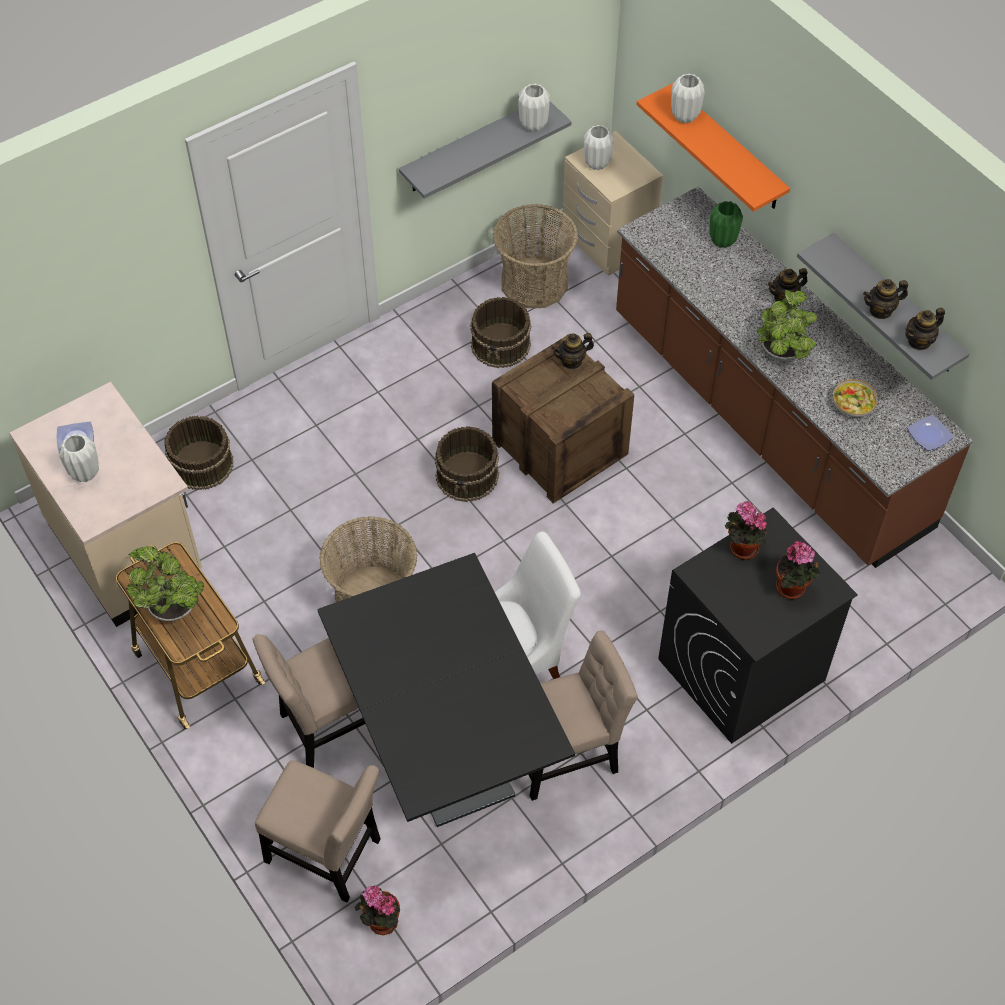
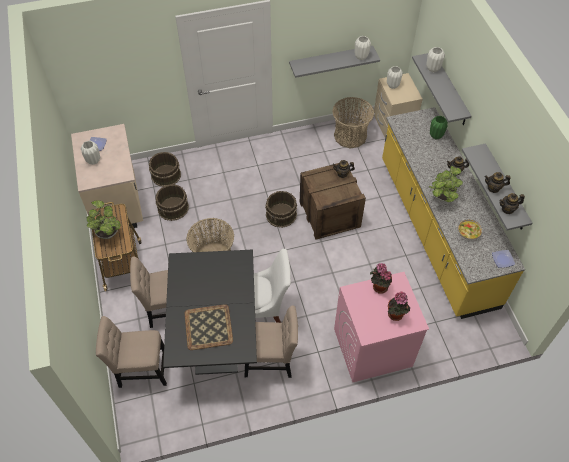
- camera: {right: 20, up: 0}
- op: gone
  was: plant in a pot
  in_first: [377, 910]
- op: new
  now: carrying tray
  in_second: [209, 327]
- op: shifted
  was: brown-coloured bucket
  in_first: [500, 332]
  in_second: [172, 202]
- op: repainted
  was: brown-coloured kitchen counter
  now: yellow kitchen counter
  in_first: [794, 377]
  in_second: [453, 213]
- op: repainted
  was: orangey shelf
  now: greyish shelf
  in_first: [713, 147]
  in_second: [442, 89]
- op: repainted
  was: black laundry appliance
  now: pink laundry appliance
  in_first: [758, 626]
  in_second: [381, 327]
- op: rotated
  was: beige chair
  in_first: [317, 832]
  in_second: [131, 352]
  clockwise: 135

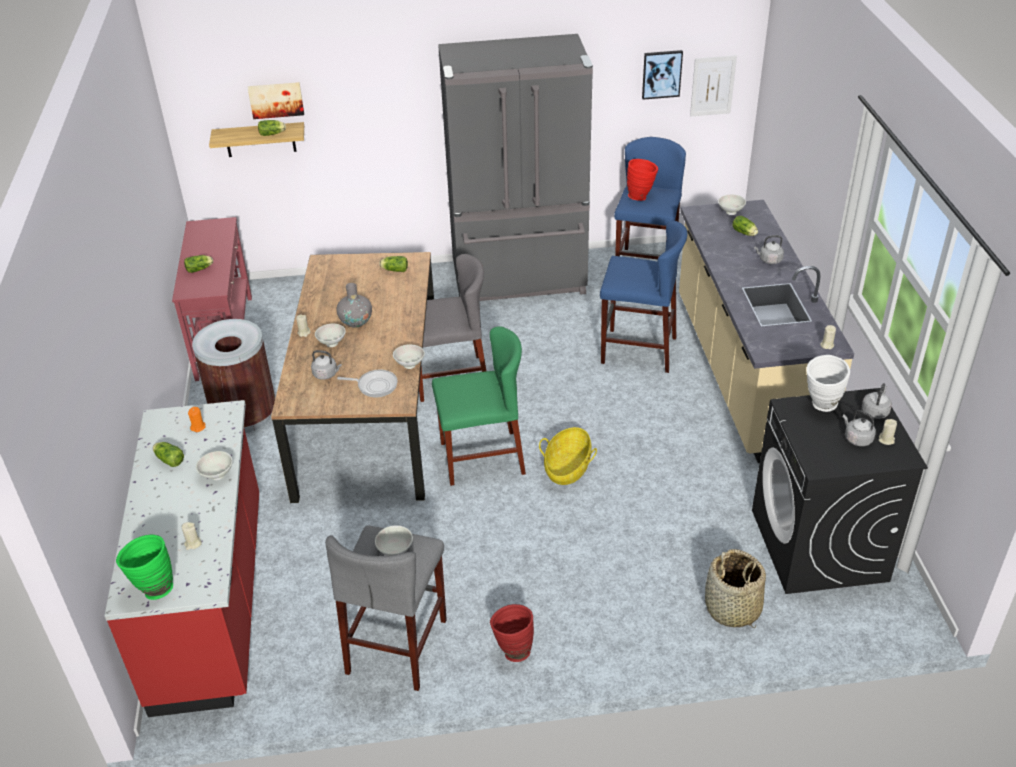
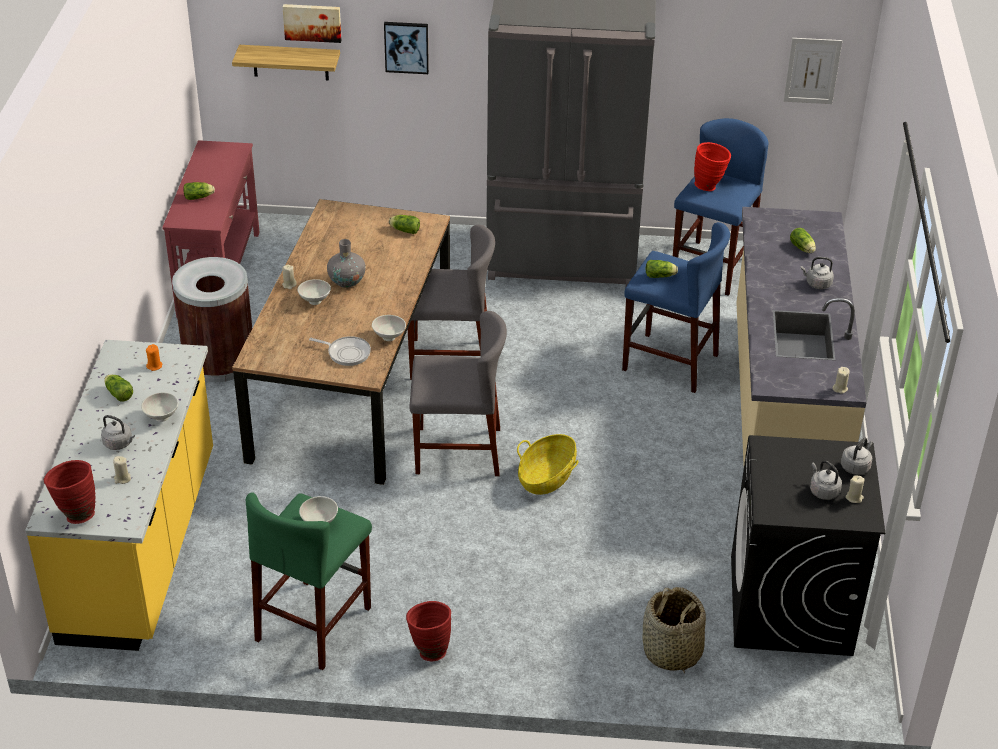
- camera: {right: 10, up: 0}
- op: gone
  was: white deep dish
  in_first: [732, 205]
- op: gone
  was: white vase
  in_first: [828, 383]
- op: shifted
  was: lettuce
  in_first: [272, 128]
  in_second: [661, 269]
- op: shifted
  was: greyish kettle
  in_first: [326, 365]
  in_second: [118, 432]
- op: shifted
  was: wall art
  in_first: [662, 75]
  in_second: [406, 48]
- op: repainted
  was: red-coloured kitchen counter
  now: yellow kitchen counter
  in_first: [181, 558]
  in_second: [119, 495]
- op: repainted
  was: greenish vase
  now: red-coloured vase
  in_first: [144, 567]
  in_second: [70, 492]
- op: repainted
  was: greyish sitting stool
  now: greenish sitting stool
  in_first: [386, 608]
  in_second: [309, 581]
- op: repainted
  was: greenish chair
  now: greyish chair
  in_first: [479, 406]
  in_second: [458, 393]

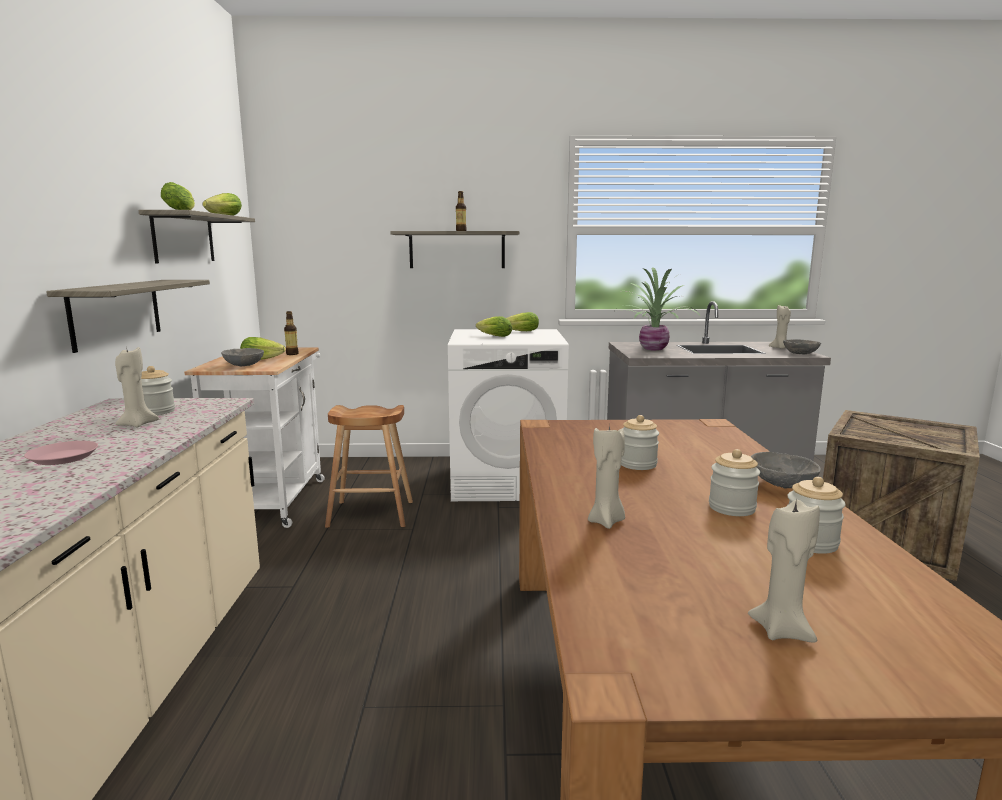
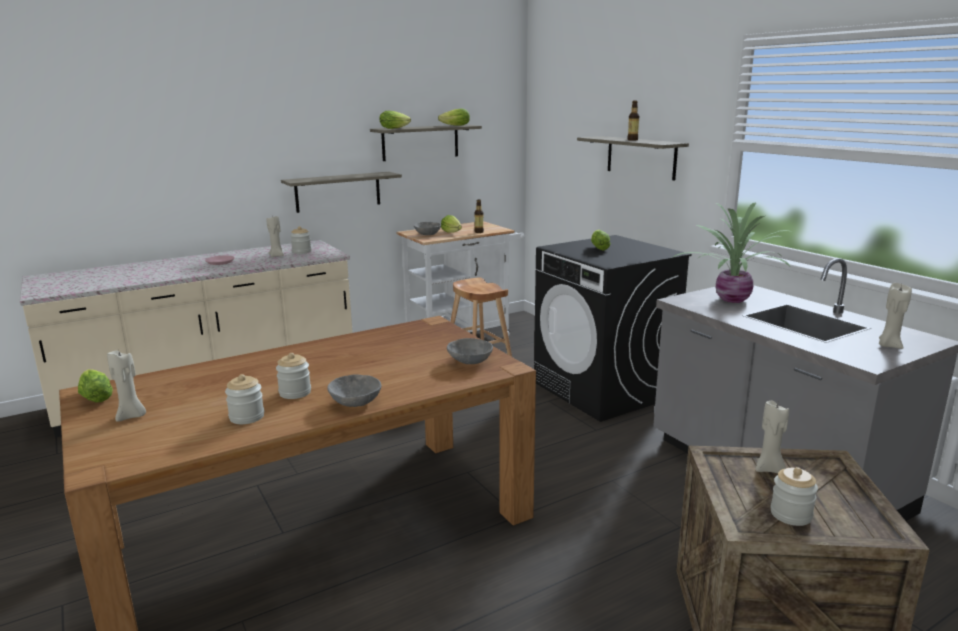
- camera: {right: 60, up: 5}
- op: shifted
  was: lettuce
  in_first: [522, 321]
  in_second: [95, 386]
- op: shifted
  was: beige candle
  in_first: [606, 476]
  in_second: [772, 437]
- op: shifted
  was: preserve jar
  in_first: [640, 442]
  in_second: [794, 496]
- op: shifted
  was: greyish deep dish
  in_first: [802, 346]
  in_second: [470, 351]
- op: repainted
  was: white laundry appliance
  now: black laundry appliance
  in_first: [508, 415]
  in_second: [613, 328]

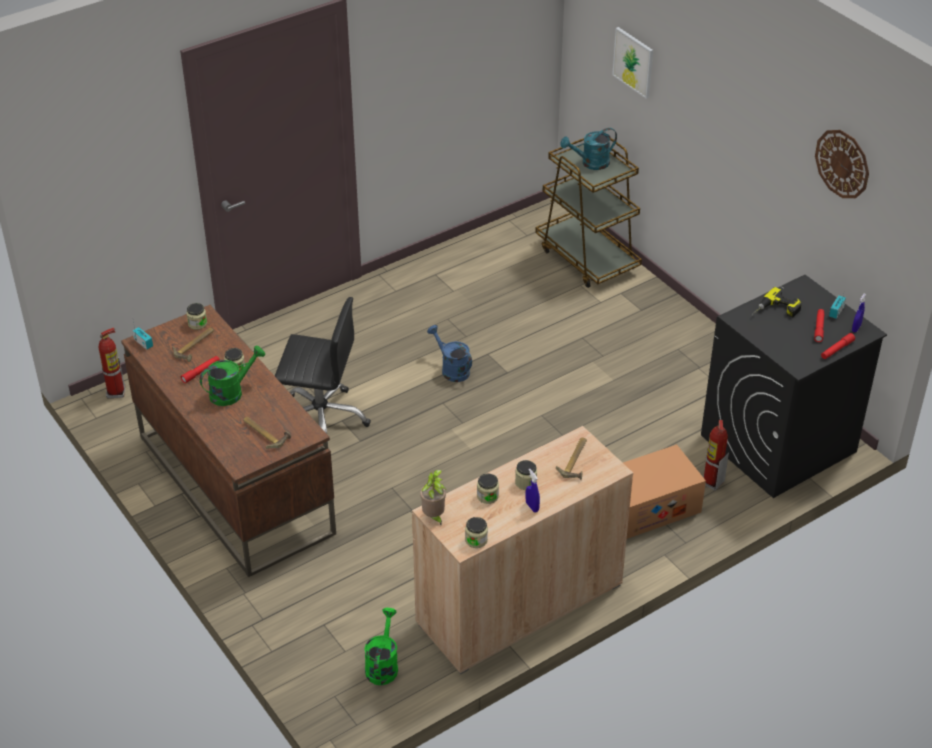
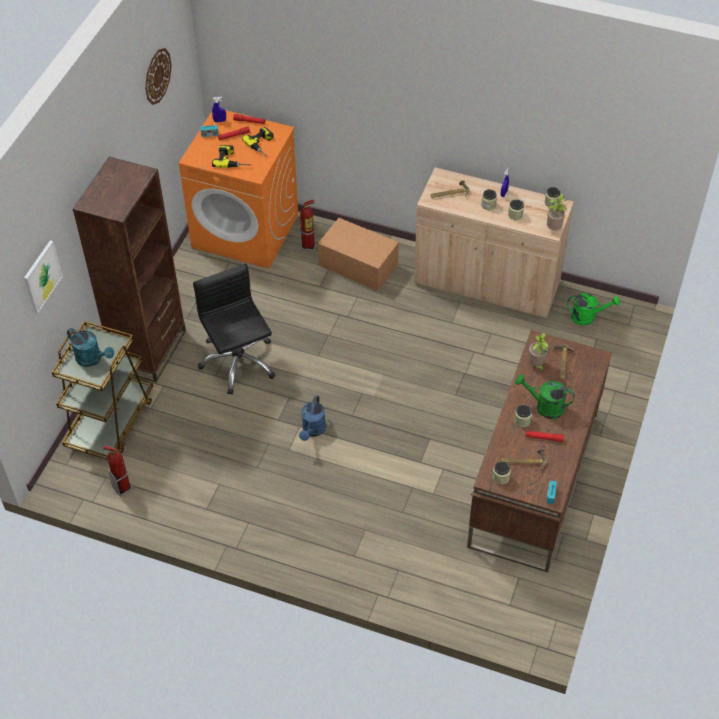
- camera: {right: -125, up: 10}
- op: new
  now: brown-coloured bookcase
  in_second: [129, 269]
- op: new
  now: power drill
  in_second: [258, 142]
- op: new
  now: plant in a pot
  in_second: [538, 352]
- op: shifted
  was: extinguisher
  in_first: [112, 363]
  in_second: [118, 471]
- op: shifted
  was: black office chair
  in_first: [323, 365]
  in_second: [234, 329]
- op: repainted
  was: black laundry appliance
  now: orangey laundry appliance
  in_first: [794, 386]
  in_second: [238, 189]
- op: rotated
  was: greenish watering can
  in_first: [381, 646]
  in_second: [594, 309]
  clockwise: -150

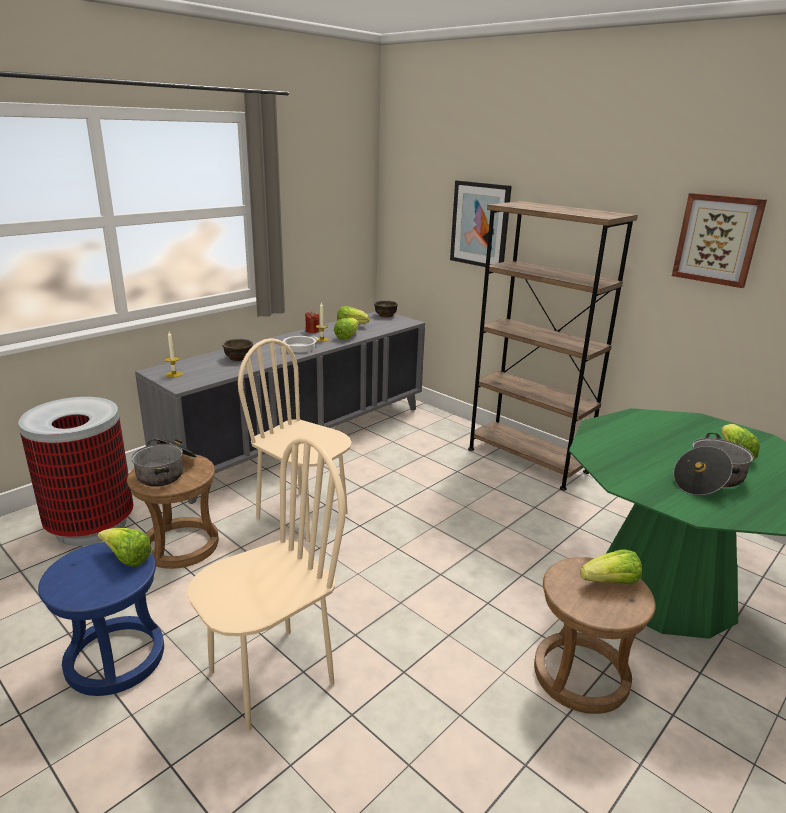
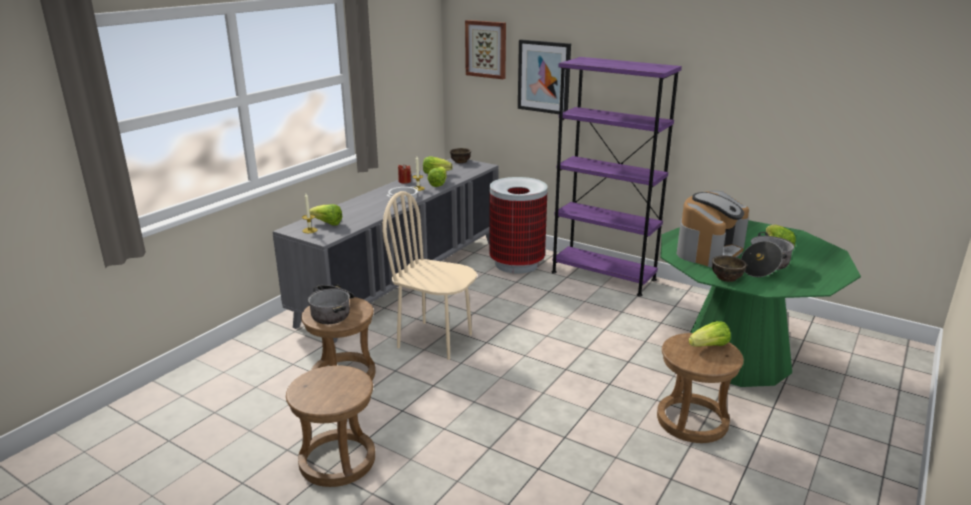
- camera: {right: -10, up: 0}
- op: gone
  was: beige chair
  in_first: [266, 584]
- op: new
  now: coffee brewer
  in_second: [713, 229]
- op: shifted
  was: trash can
  in_first: [76, 471]
  in_second: [518, 225]
- op: shifted
  was: lettuce
  in_first: [125, 547]
  in_second: [325, 215]
- op: shifted
  was: brown-coloured deep dish
  in_first: [237, 350]
  in_second: [729, 268]
- op: shifted
  was: wall art
  in_first: [719, 240]
  in_second: [485, 49]
- op: repainted
  was: blue-coloured sitting stool
  now: brown-coloured sitting stool
  in_first: [101, 619]
  in_second: [330, 426]
- op: repainted
  was: brown-coloured bookcase
  now: purple-coloured bookcase
  in_first: [553, 346]
  in_second: [616, 176]

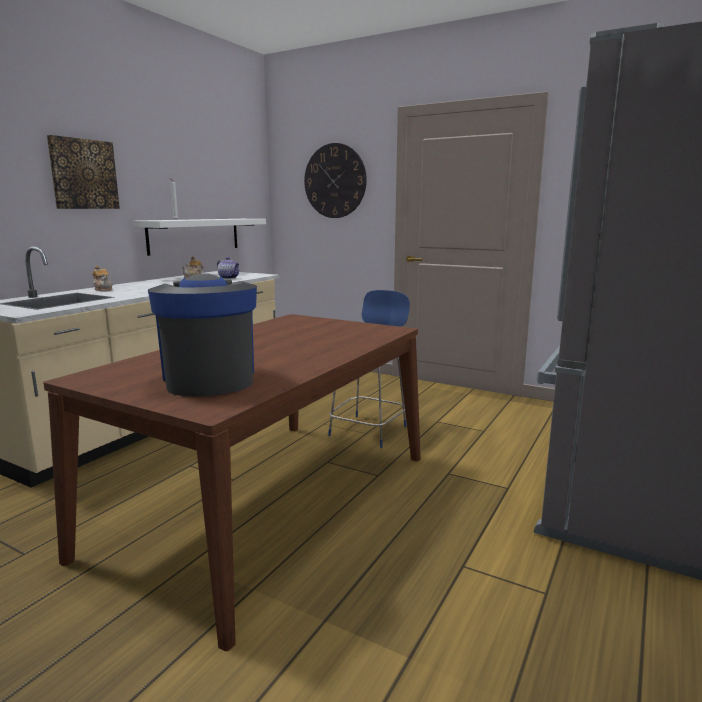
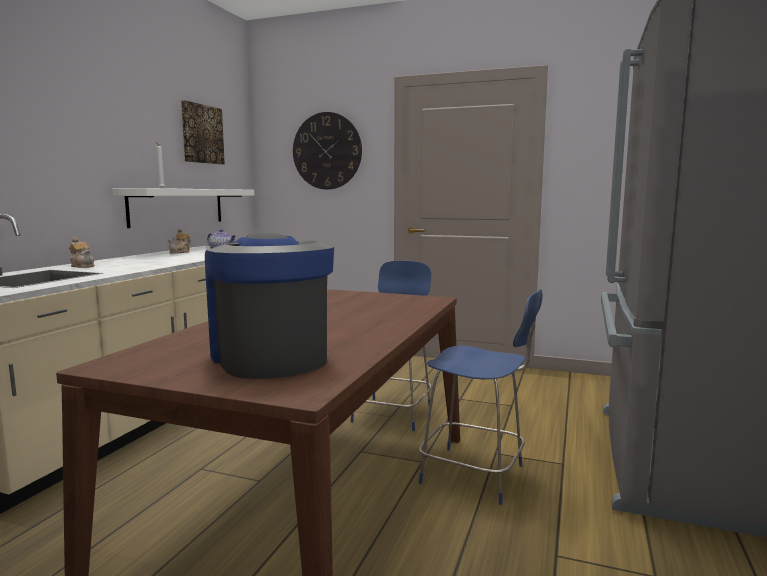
- camera: {right: -10, up: -5}
- op: new
  now: blue-coloured chair
  in_second: [481, 397]
- op: shifted
  was: wall art
  in_first: [83, 172]
  in_second: [203, 132]

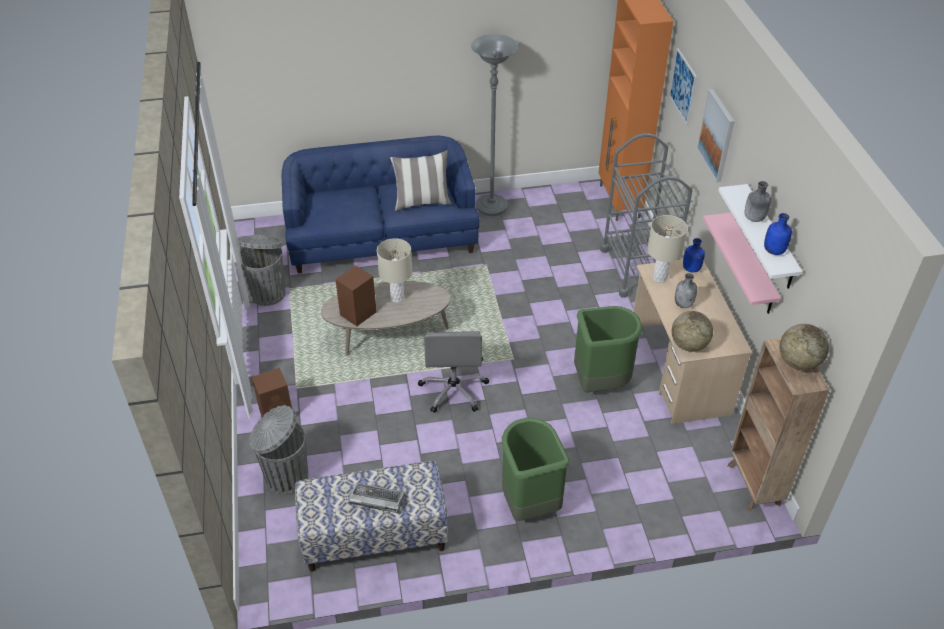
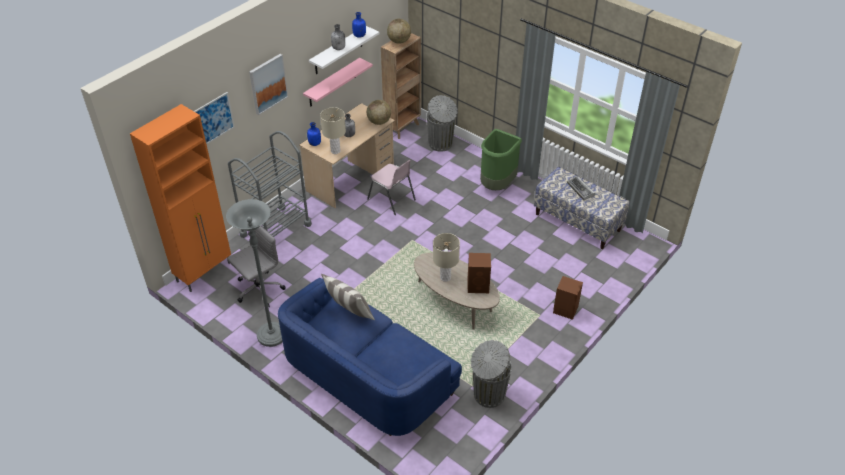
- camera: {right: -130, up: 0}
- op: shifted
  was: greyish trash can
  in_first: [278, 450]
  in_second: [442, 123]
- op: shifted
  was: greyish office chair
  in_first: [453, 372]
  in_second: [256, 266]
- op: swapped
  was: greenish trash can
  now: pink chair
  in_first: [608, 349]
  in_second: [391, 187]

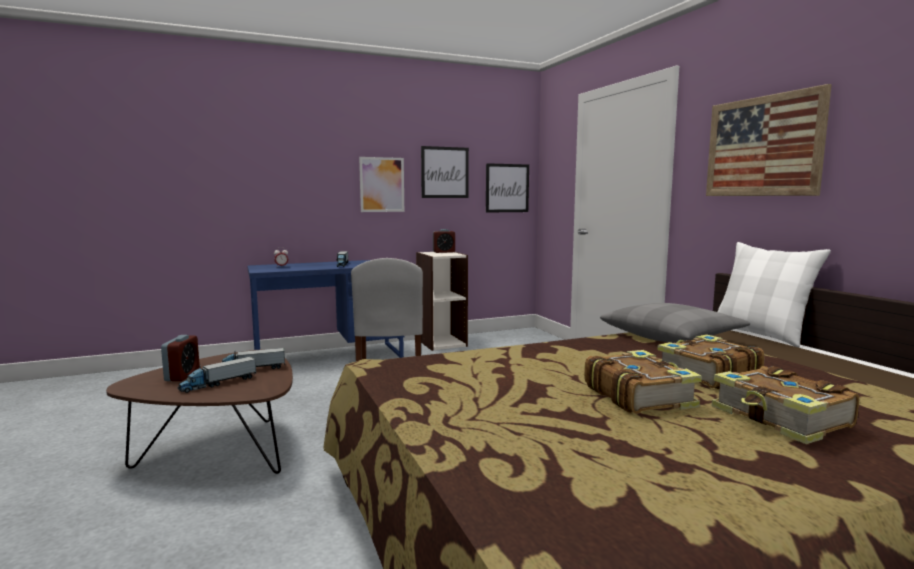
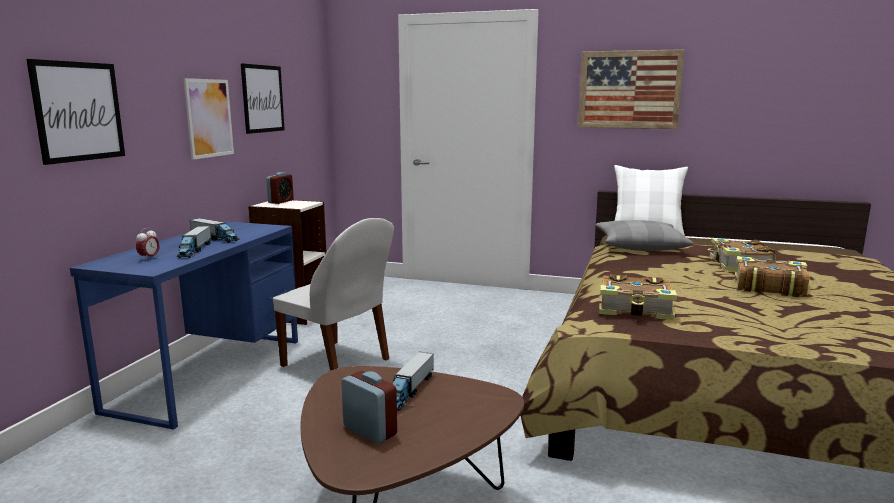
- camera: {right: -50, up: 5}
- op: shifted
  was: toy truck
  in_first: [217, 374]
  in_second: [194, 242]
- op: shifted
  was: wall art
  in_first: [507, 188]
  in_second: [75, 112]
- op: shifted
  was: book
  in_first: [785, 405]
  in_second: [638, 297]

